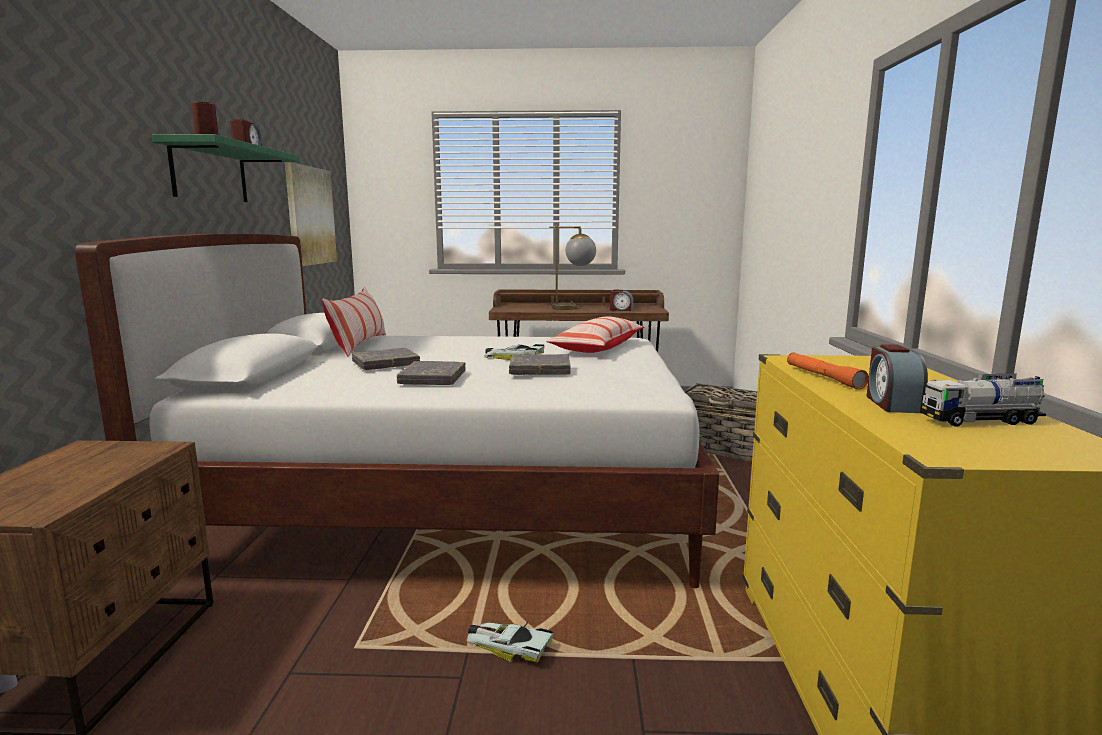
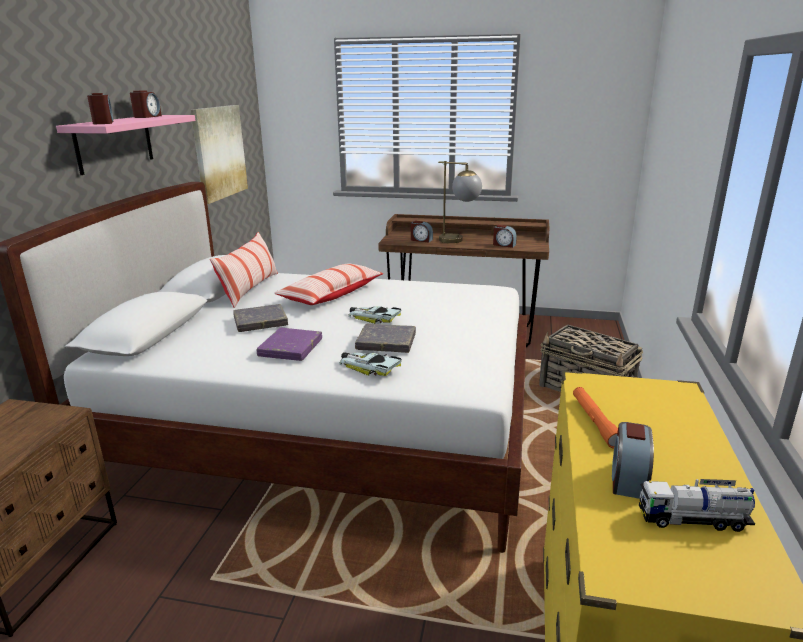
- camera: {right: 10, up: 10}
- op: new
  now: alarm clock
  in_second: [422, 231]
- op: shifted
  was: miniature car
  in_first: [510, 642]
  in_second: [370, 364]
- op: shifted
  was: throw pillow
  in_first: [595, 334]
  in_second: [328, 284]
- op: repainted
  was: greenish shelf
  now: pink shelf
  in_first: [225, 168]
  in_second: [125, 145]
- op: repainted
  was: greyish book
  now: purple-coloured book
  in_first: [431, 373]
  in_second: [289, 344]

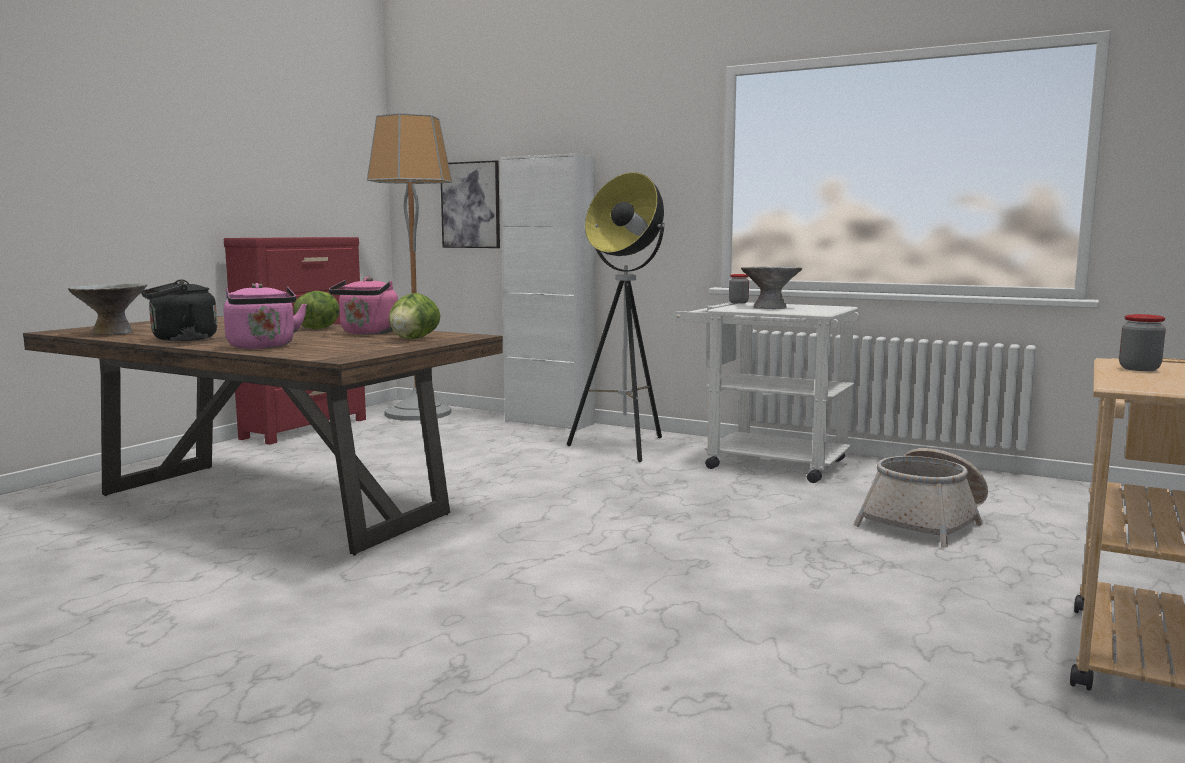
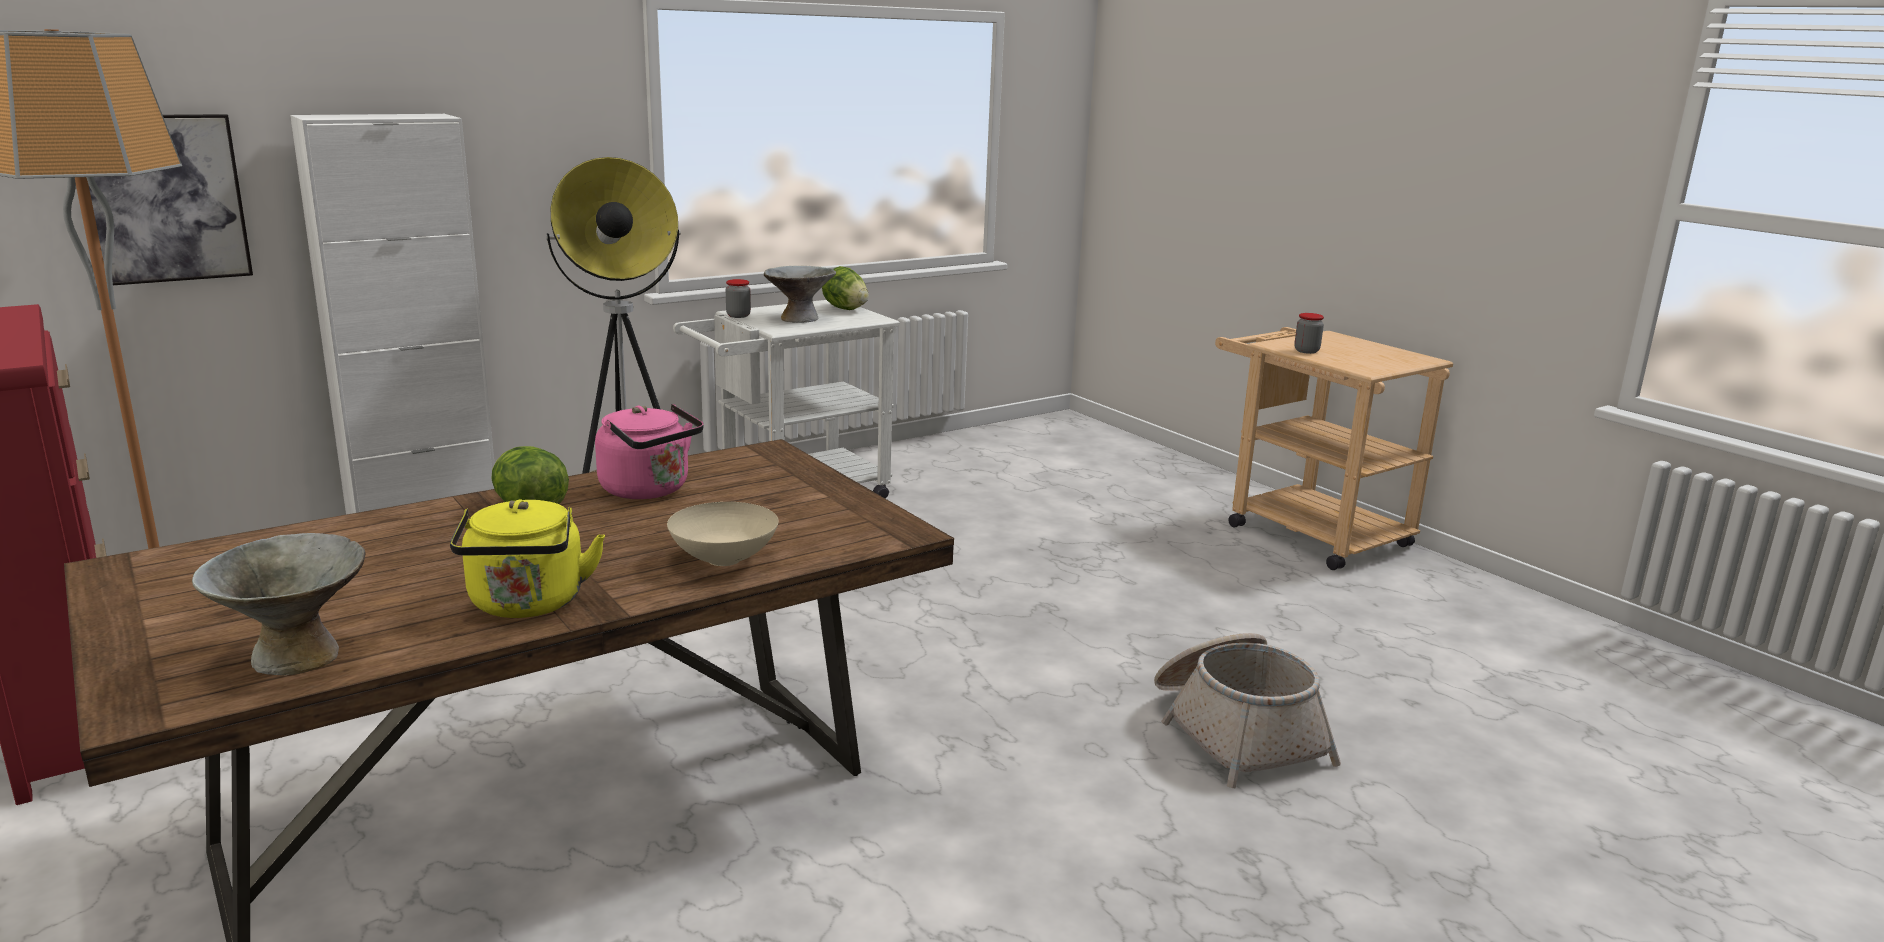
- camera: {right: -65, up: 10}
- op: shifted
  was: lettuce
  in_first: [414, 316]
  in_second: [845, 288]
- op: shifted
  was: storage basket
  in_first: [920, 497]
  in_second: [1247, 710]
- op: swapped
  was: pink kettle
  now: beige deep dish
  in_first: [265, 316]
  in_second: [722, 534]
- op: repainted
  was: black kettle
  now: yellow kettle
  in_first: [179, 310]
  in_second: [527, 558]

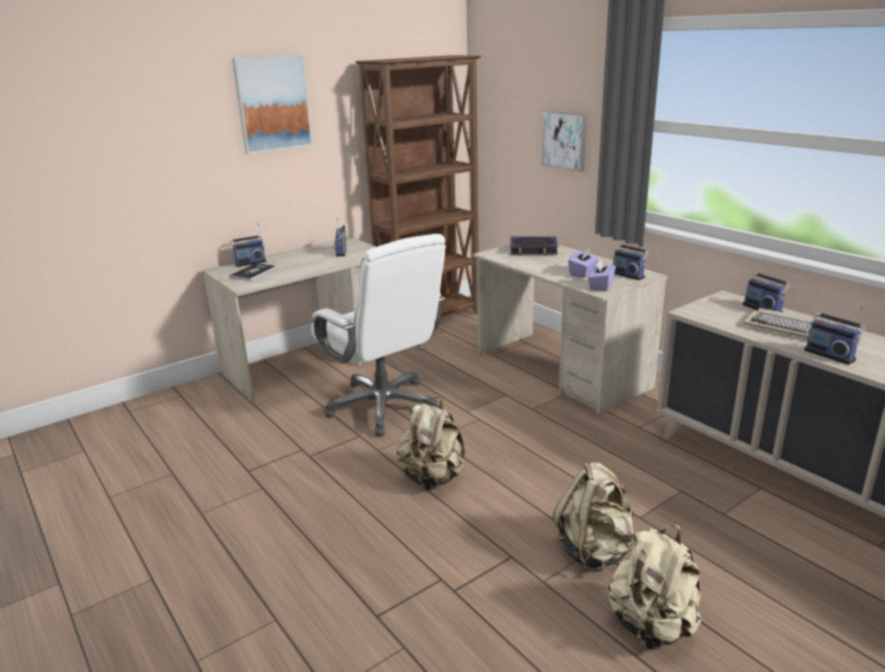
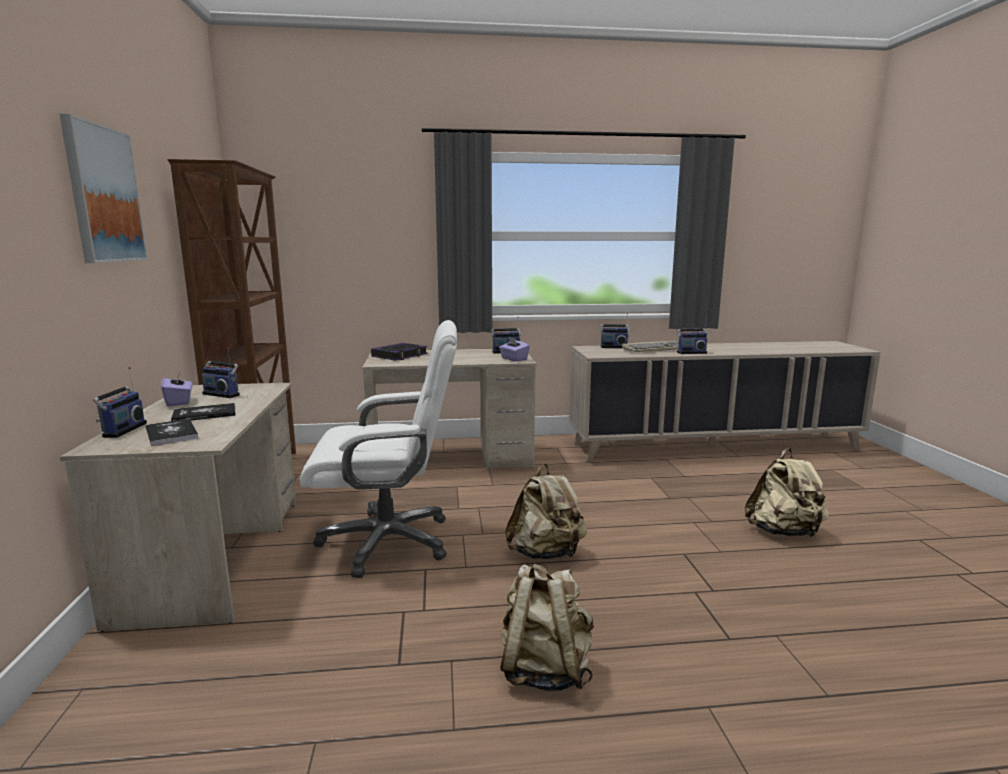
- camera: {right: -60, up: -10}
- op: gone
  was: wall art
  in_first: [564, 141]
- op: new
  now: book
  in_second: [203, 412]
- op: shifted
  was: beige rucksack
  in_first: [593, 516]
  in_second: [547, 627]
- op: shifted
  was: purple-coloured box of tissues
  in_first: [583, 263]
  in_second: [176, 389]

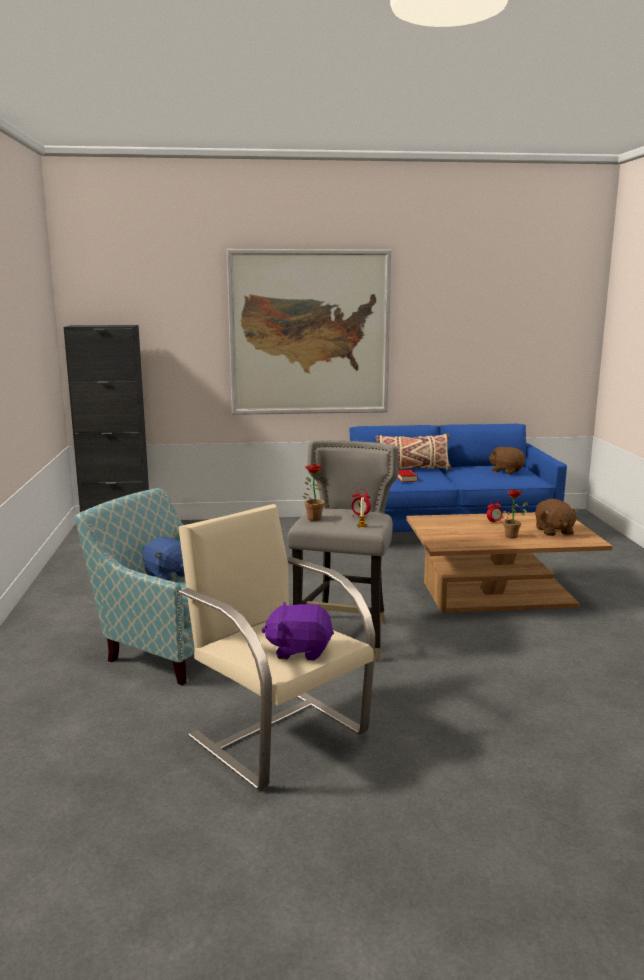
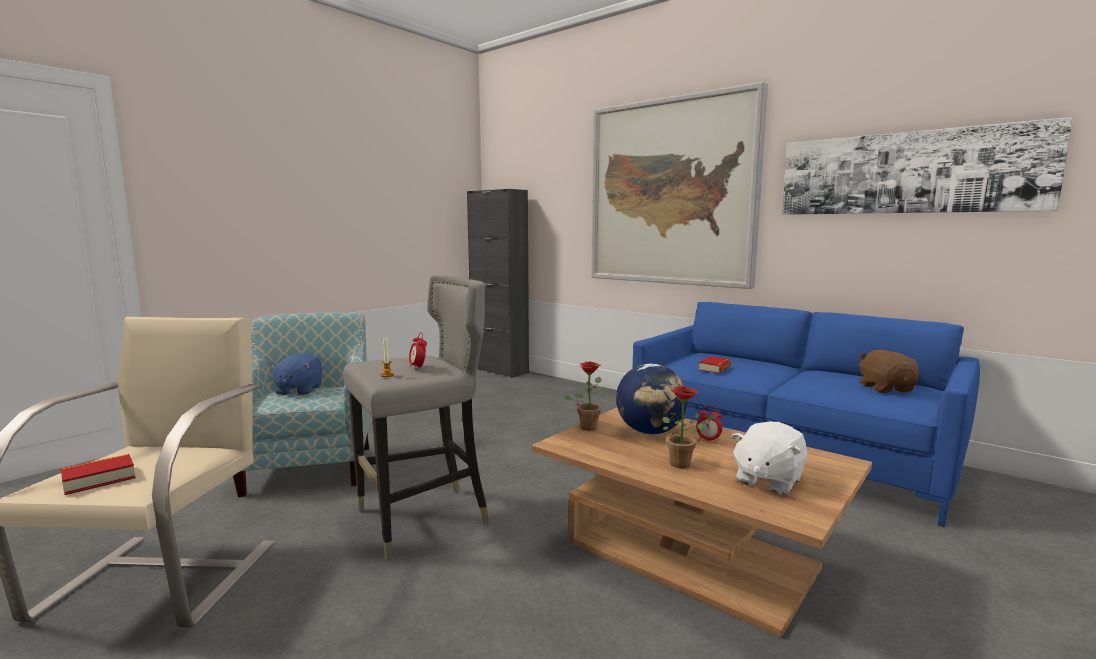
- camera: {right: 45, up: -5}
- op: gone
  was: beige throw pillow
  in_first: [413, 451]
- op: new
  now: desk globe
  in_second: [651, 399]
- op: new
  now: wall art
  in_second: [927, 166]
- op: shifted
  was: plant in a pot
  in_first: [314, 492]
  in_second: [585, 396]
- op: swapped
  was: purple-coloured soft toy
  now: book
  in_first: [297, 631]
  in_second: [98, 474]
- op: repainted
  was: brown-coloured soft toy
  now: white soft toy
  in_first: [557, 517]
  in_second: [769, 458]

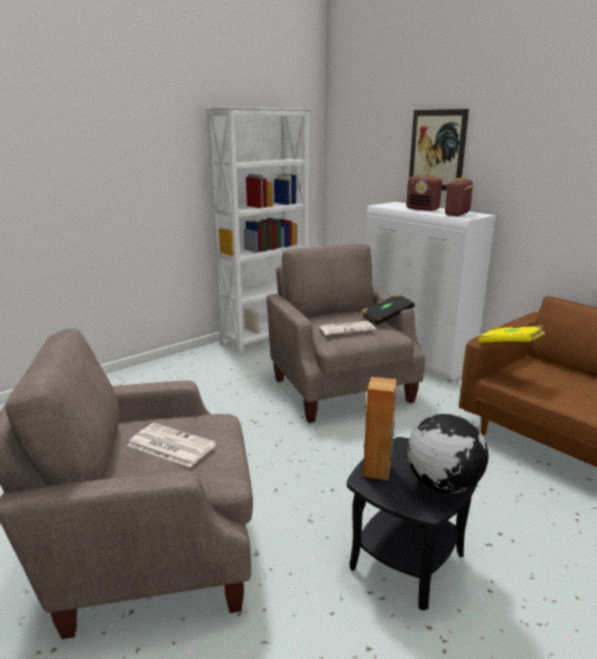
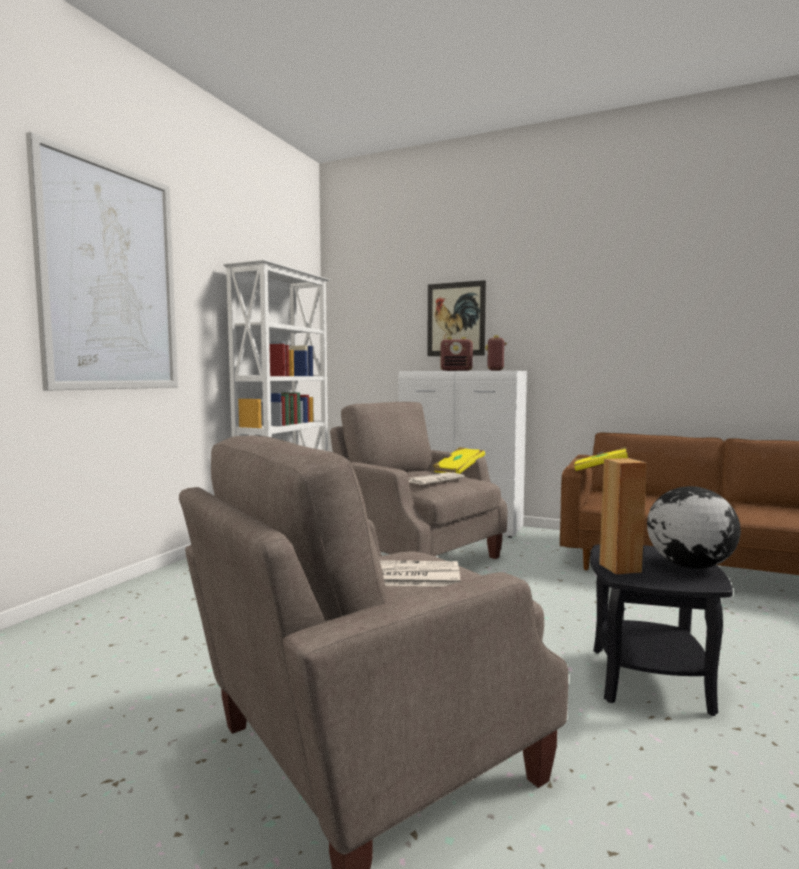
- camera: {right: -25, up: -15}
- op: new
  now: wall art
  in_second: [102, 261]
- op: repainted
  was: black book
  now: yellow book
  in_first: [388, 309]
  in_second: [459, 460]

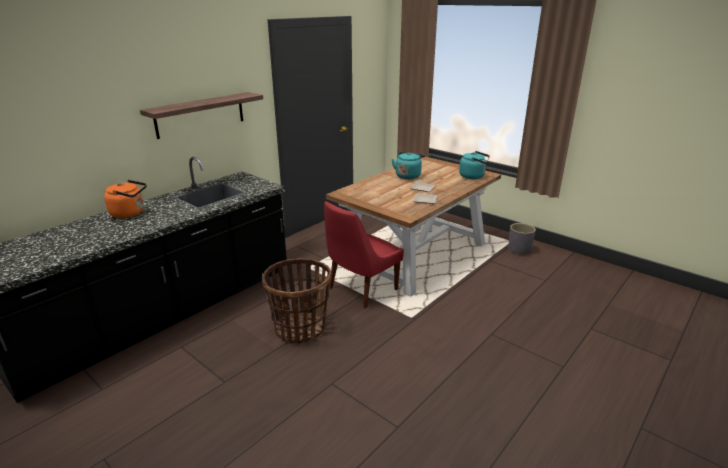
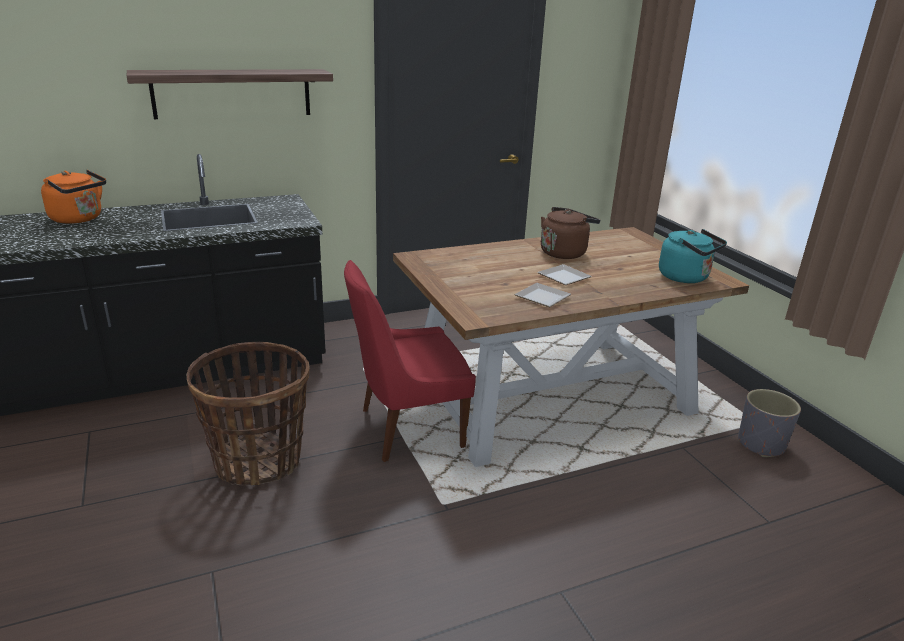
- camera: {right: 25, up: 0}
- op: repainted
  was: blue-green kettle
  now: brown-coloured kettle
  in_first: [408, 165]
  in_second: [570, 233]

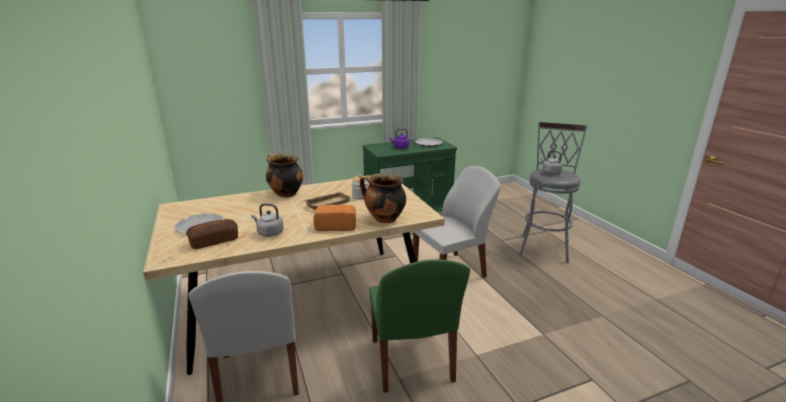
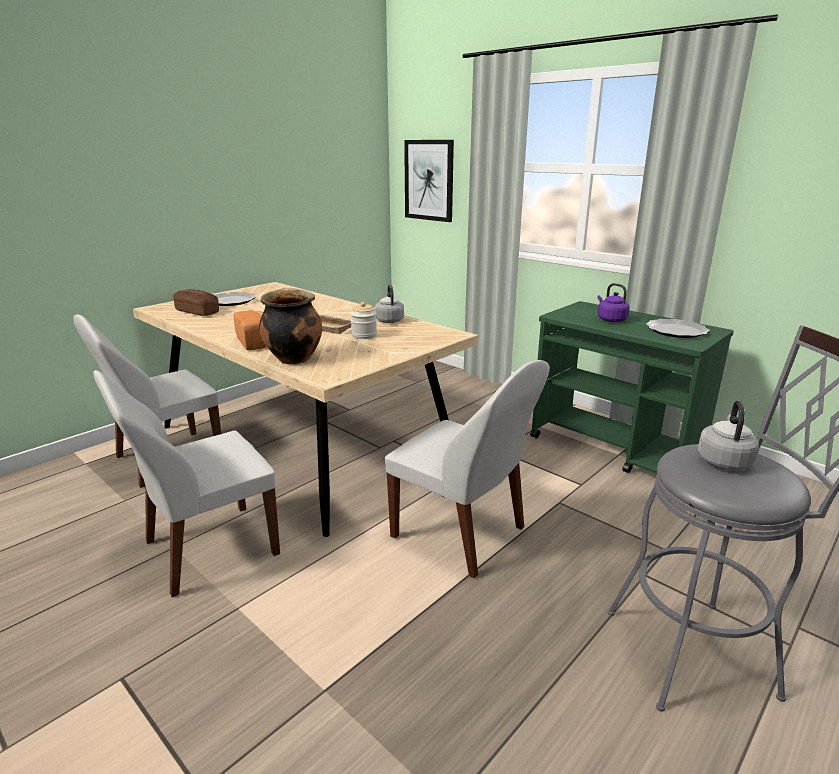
- camera: {right: 65, up: 0}
- op: gone
  was: saucepot
  in_first: [284, 176]
- op: new
  now: wall art
  in_second: [429, 181]
- op: shifted
  was: greyish kettle
  in_first: [267, 220]
  in_second: [389, 303]
- op: repainted
  was: greenish chair
  now: white chair
  in_first: [419, 326]
  in_second: [186, 483]

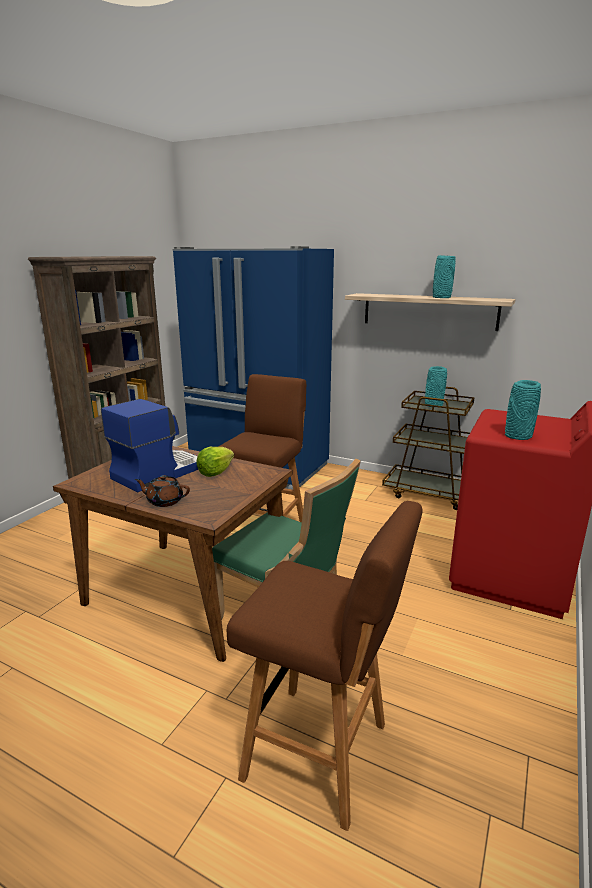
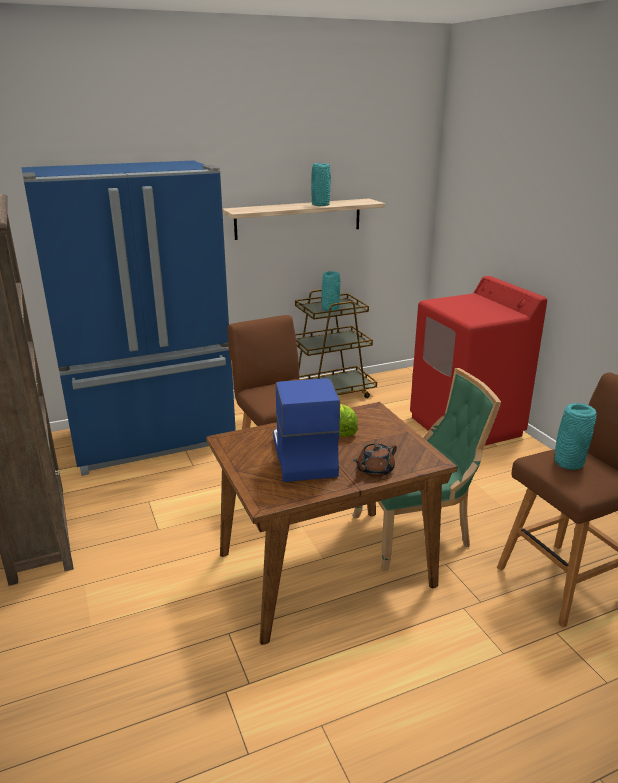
- camera: {right: -50, up: 5}
- op: shifted
  was: blue-green vase
  in_first: [523, 410]
  in_second: [575, 436]

